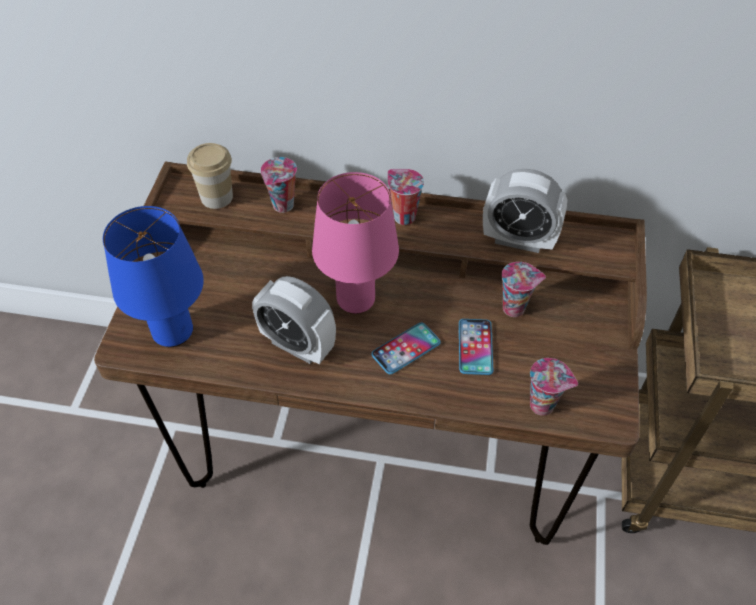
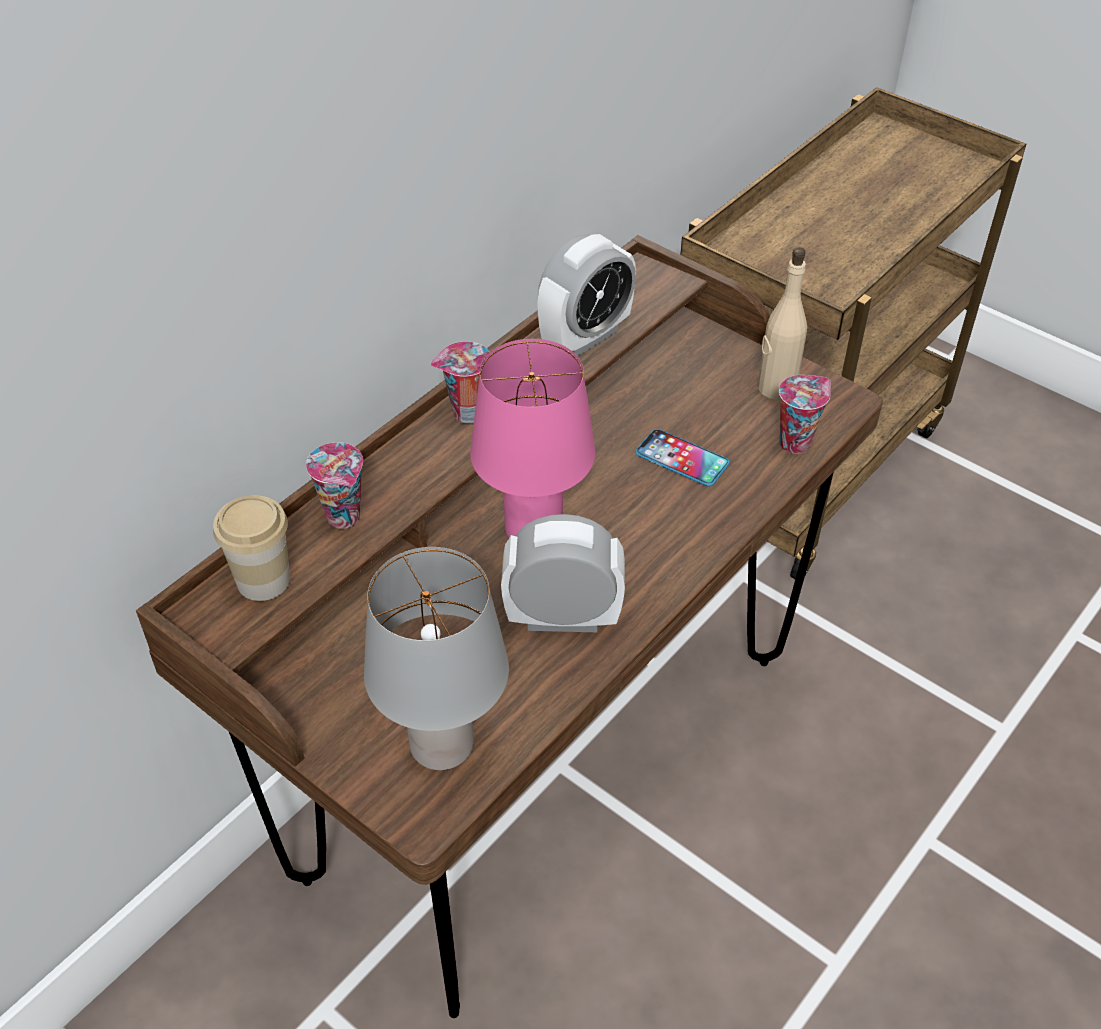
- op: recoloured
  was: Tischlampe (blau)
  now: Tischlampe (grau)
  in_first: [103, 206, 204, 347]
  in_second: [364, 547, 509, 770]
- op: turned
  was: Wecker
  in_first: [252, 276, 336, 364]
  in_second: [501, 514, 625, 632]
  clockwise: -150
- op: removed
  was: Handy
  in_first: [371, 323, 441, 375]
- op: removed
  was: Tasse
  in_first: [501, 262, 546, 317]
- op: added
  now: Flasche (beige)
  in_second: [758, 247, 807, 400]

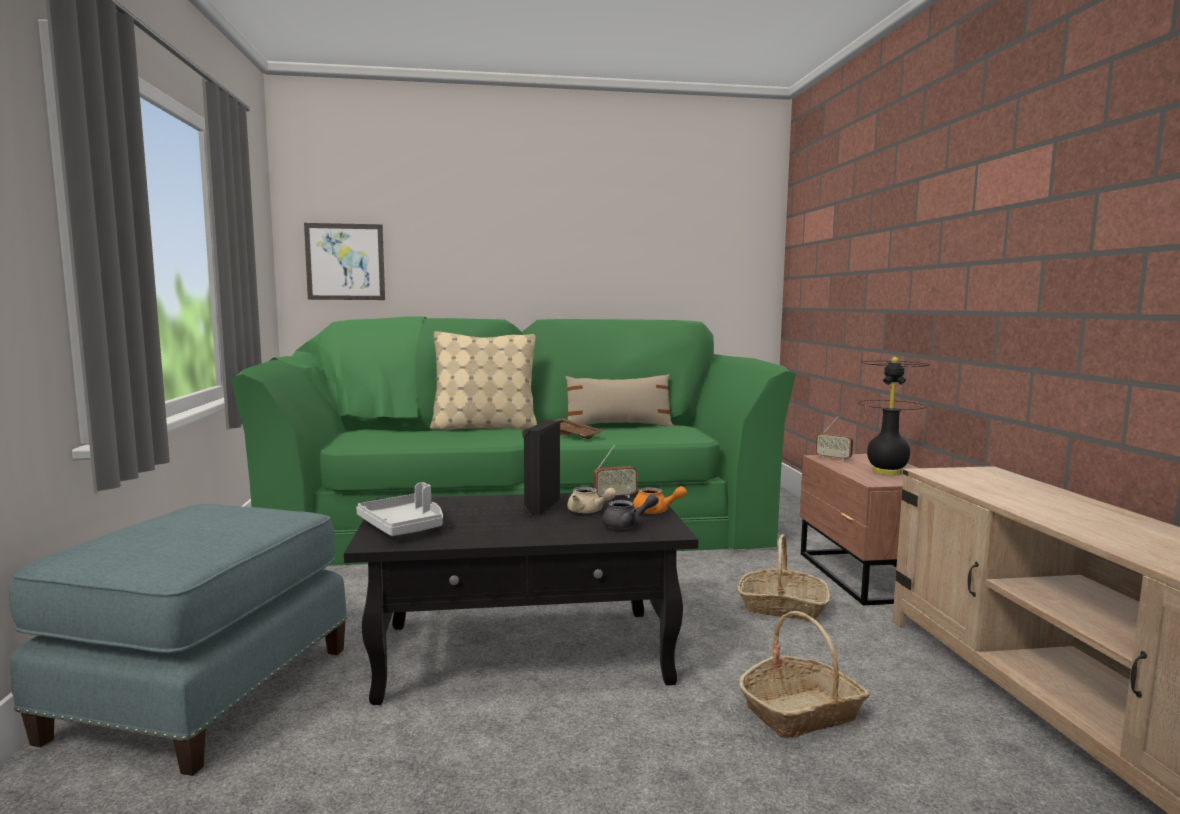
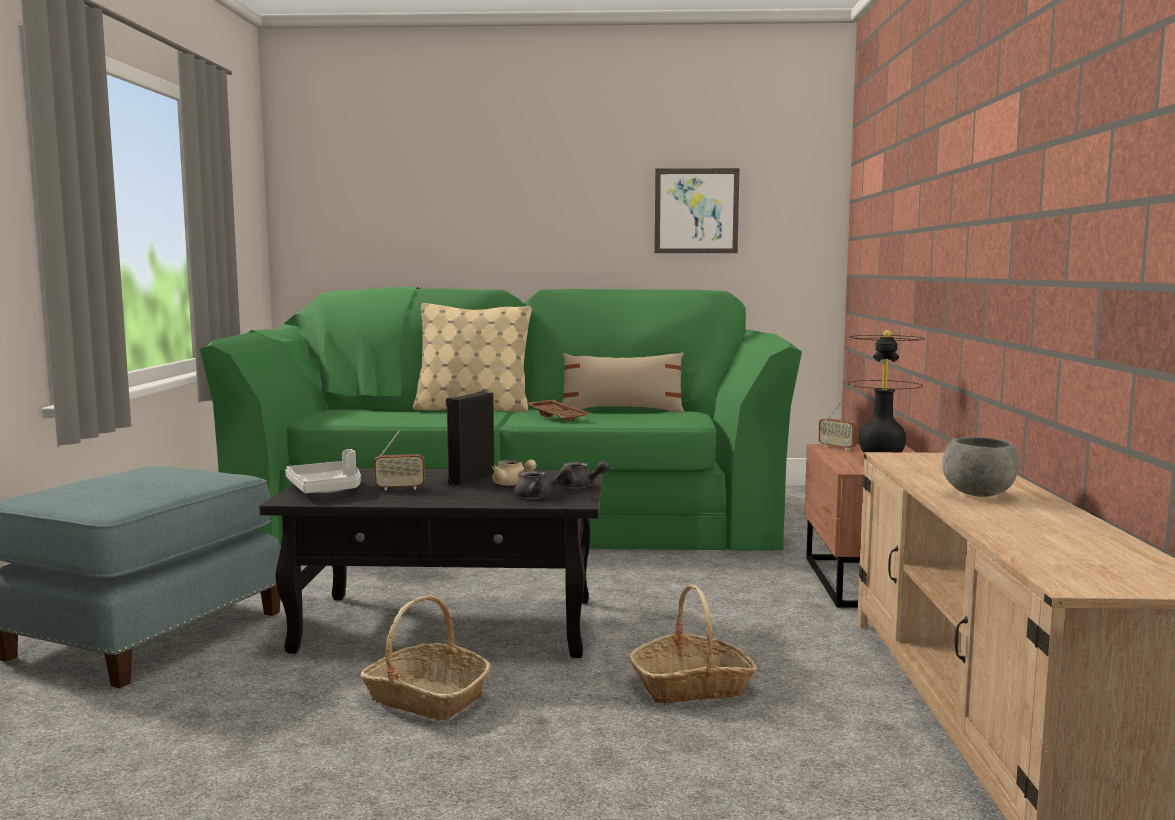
- op: moved
  was: Bild
  in_first: [304, 223, 385, 300]
  in_second: [655, 168, 740, 253]
- op: moved
  was: Radio
  in_first: [594, 444, 638, 498]
  in_second: [374, 429, 425, 491]
- op: recoloured
  was: Teekanne (orange)
  now: Teekanne (grau)
  in_first: [633, 486, 687, 514]
  in_second: [558, 461, 610, 489]
- op: moved
  was: Korb
  in_first: [738, 534, 830, 621]
  in_second: [361, 595, 491, 720]
- op: added
  now: Schüssel (grau)
  in_second: [942, 437, 1019, 497]

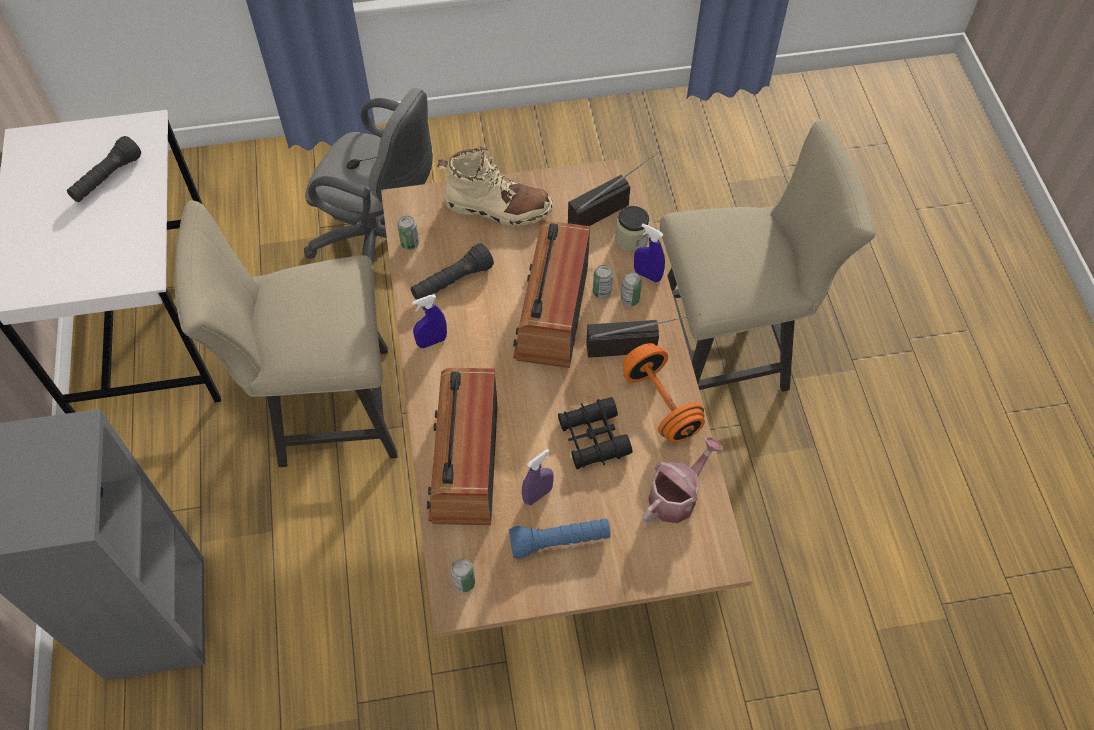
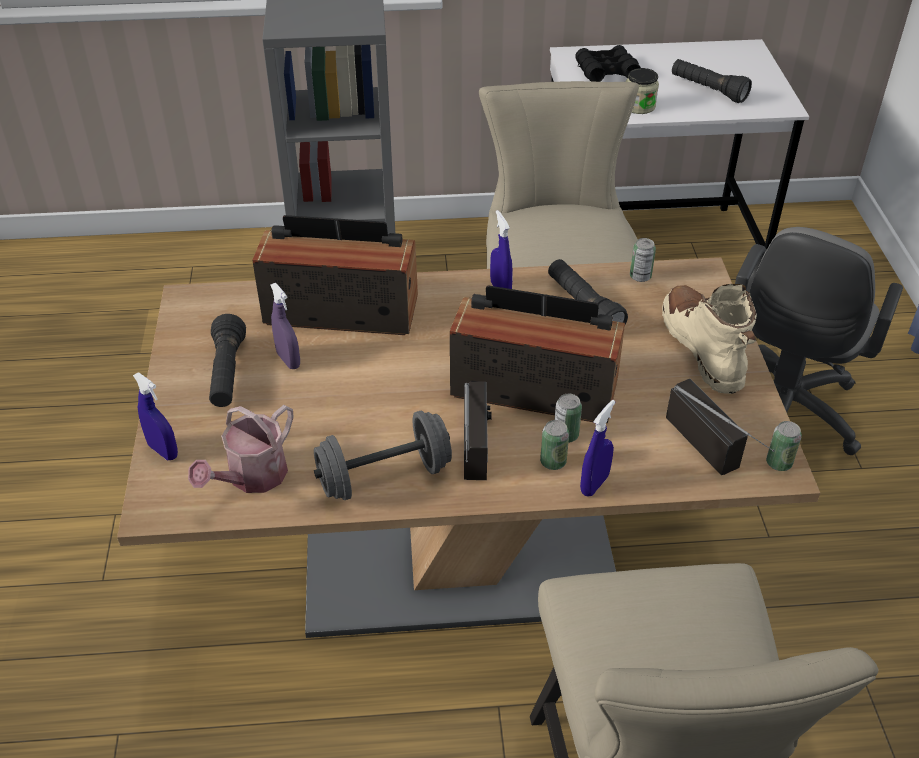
- op: turned
  was: Stiefel (beige)
  in_first: [437, 147, 553, 226]
  in_second: [662, 284, 757, 394]
  clockwise: 150
- op: moved
  was: Dose
  in_first: [451, 559, 475, 592]
  in_second: [766, 421, 802, 471]
- op: recoloured
  was: Taschenlampe (blau)
  now: Taschenlampe (schwarz)
  in_first: [509, 518, 611, 559]
  in_second: [209, 314, 246, 407]
- op: moved
  was: Fernglas (schwarz)
  in_first: [558, 397, 632, 469]
  in_second: [575, 45, 641, 82]
- op: moved
  was: Vorratsglas
  in_first: [615, 206, 650, 252]
  in_second: [626, 68, 659, 114]
- op: recoloured
  was: Hantel (orange)
  now: Hantel (grau)
  in_first: [623, 343, 705, 443]
  in_second: [314, 411, 452, 500]
- op: turned
  was: Gießkanne
  in_first: [642, 437, 723, 523]
  in_second: [188, 405, 294, 493]
  clockwise: 75
- op: added
  now: Sprühflasche (blau)
  in_second: [133, 373, 178, 460]

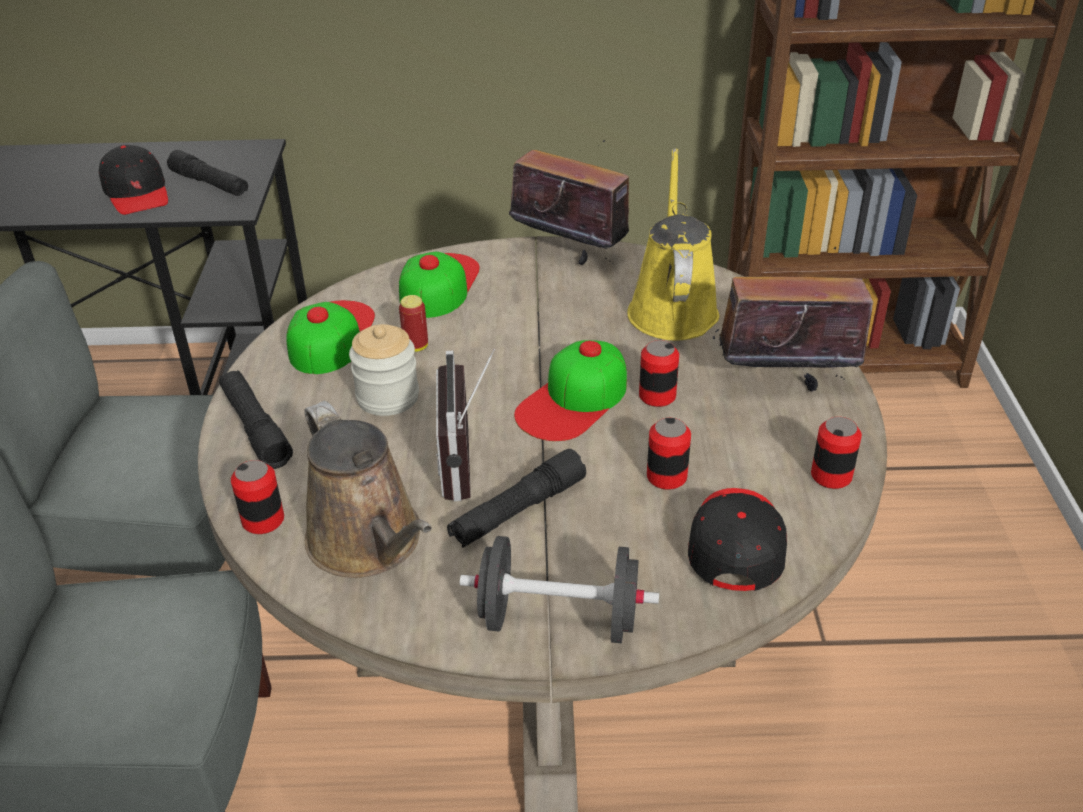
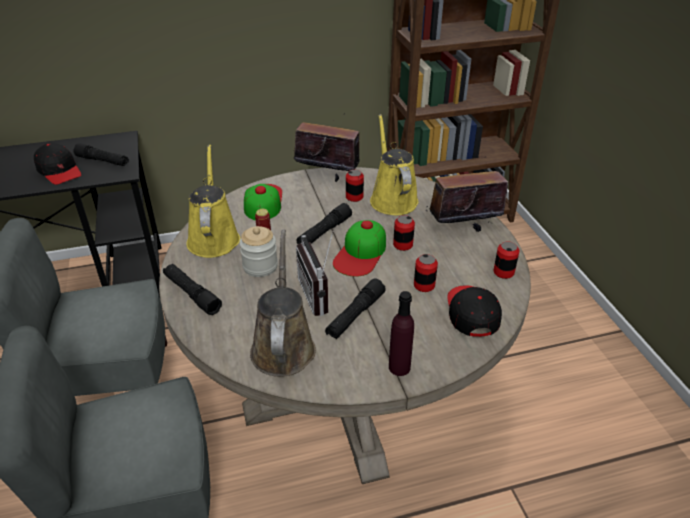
- op: moved
  was: Dose
  in_first: [231, 460, 284, 534]
  in_second: [346, 170, 364, 202]
- op: replaced
  was: Kappe
  now: Gießkanne (gelb)
  in_first: [286, 300, 375, 374]
  in_second: [186, 145, 240, 258]
- op: turned
  was: Gießkanne (braun)
  in_first: [304, 401, 432, 578]
  in_second: [250, 229, 316, 377]
  clockwise: -135
- op: replaced
  was: Hantel (schwarz)
  now: Flasche (lila)
  in_first: [460, 536, 659, 644]
  in_second: [389, 291, 414, 376]
- op: added
  now: Taschenlampe (schwarz)
  in_second: [296, 203, 352, 244]

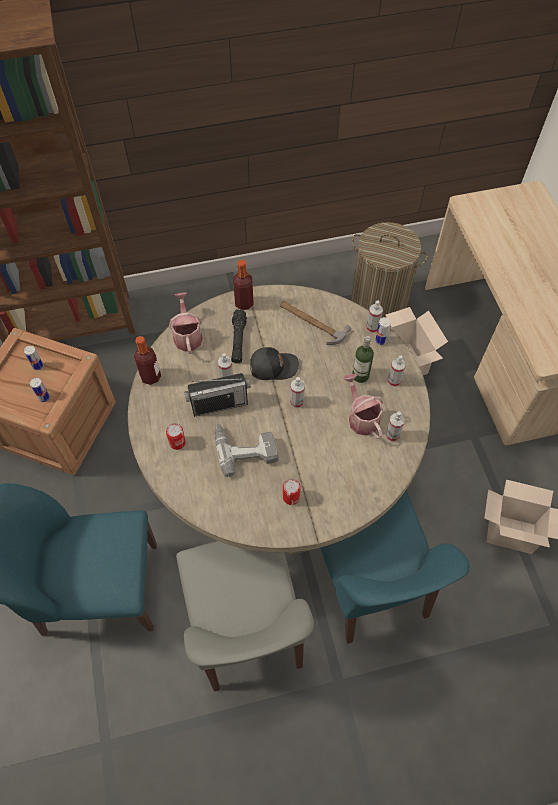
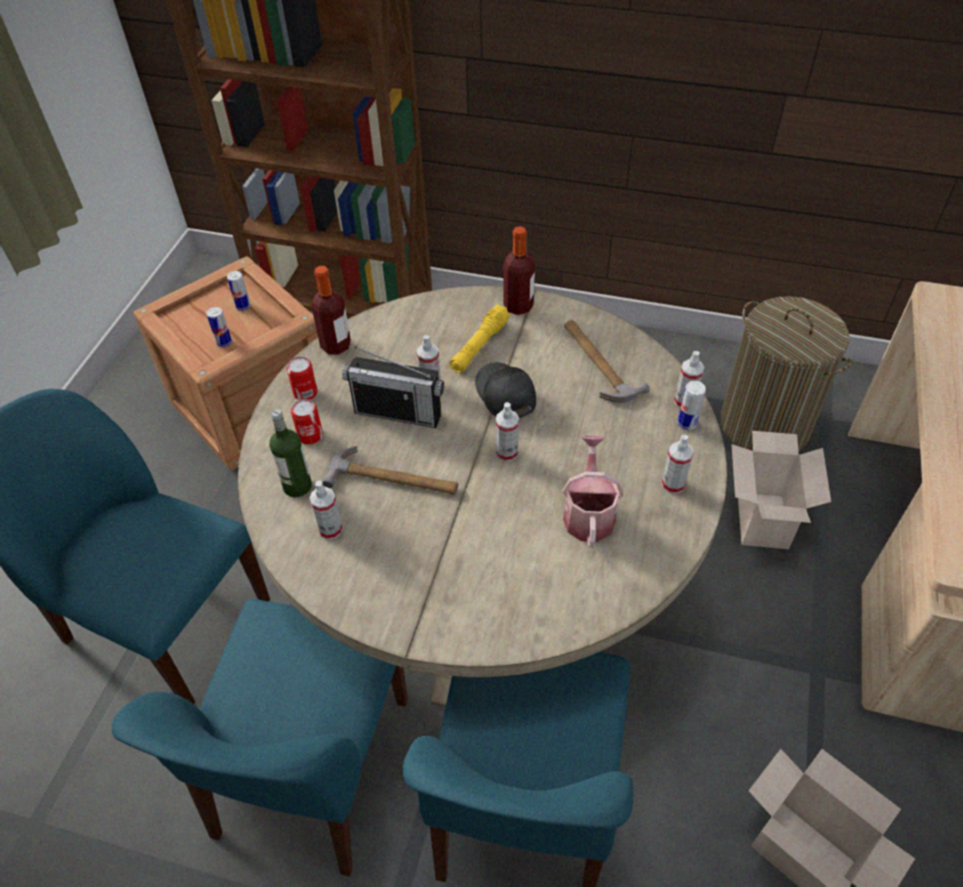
- op: removed
  was: Gießkanne
  in_first: [169, 292, 203, 354]
- op: recoloured
  was: Stuhl (grau)
  now: Stuhl (blau)
  in_first: [176, 541, 314, 692]
  in_second: [112, 599, 408, 877]
- op: replaced
  was: Bohrmaschine
  now: Hammer
  in_first: [214, 423, 279, 477]
  in_second: [322, 446, 458, 494]
- op: recoloured
  was: Taschenlampe (schwarz)
  now: Taschenlampe (gelb)
  in_first: [231, 309, 247, 363]
  in_second: [450, 304, 510, 373]
- op: turned
  was: Kappe (schwarz)
  in_first: [250, 347, 299, 380]
  in_second: [475, 362, 536, 418]
  clockwise: -135
- op: moved
  was: Dose
  in_first: [283, 479, 301, 505]
  in_second: [287, 357, 318, 400]
- op: moved
  was: Flasche
  in_first: [352, 336, 374, 383]
  in_second: [269, 409, 312, 497]
- op: moved
  was: Sprühflasche
  in_first: [385, 411, 405, 442]
  in_second: [309, 480, 343, 540]

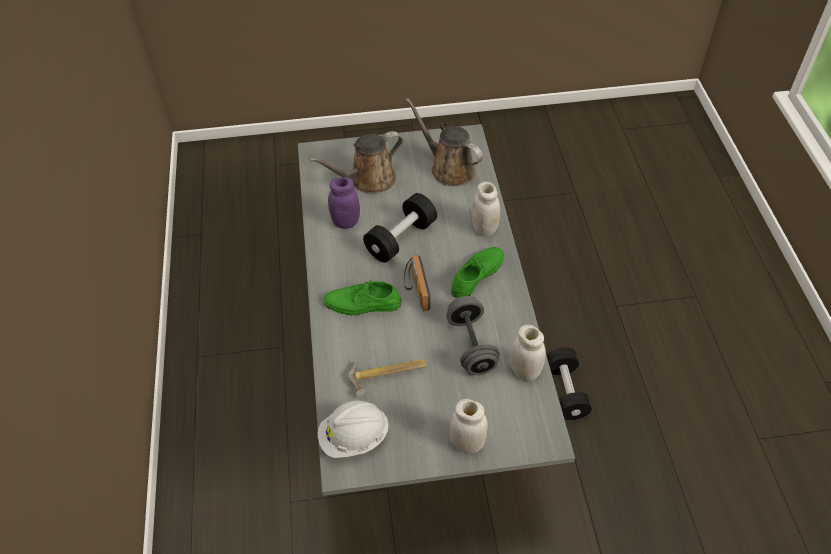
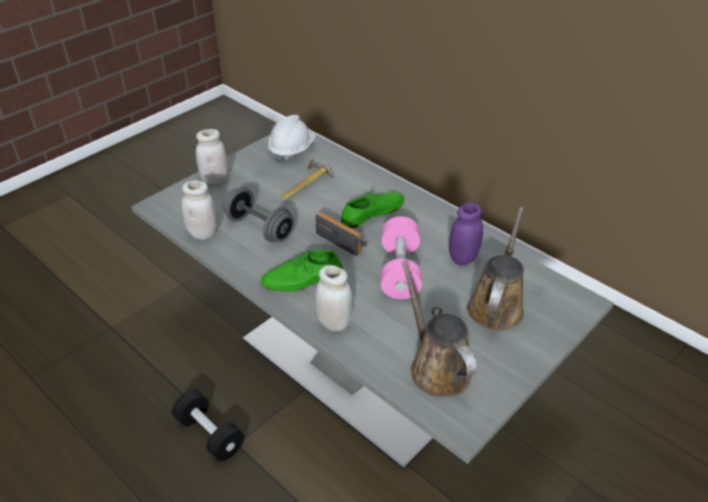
- op: recoloured
  was: Hantel (schwarz)
  now: Hantel (rosa)
  in_first: [363, 193, 437, 263]
  in_second: [381, 216, 422, 299]
- op: turned
  was: Gießkanne (braun)
  in_first: [406, 98, 483, 186]
  in_second: [402, 261, 477, 397]
  clockwise: -120
- op: turned
  was: Schuh (grün)
  in_first: [451, 247, 504, 298]
  in_second: [261, 249, 343, 292]
  clockwise: 75

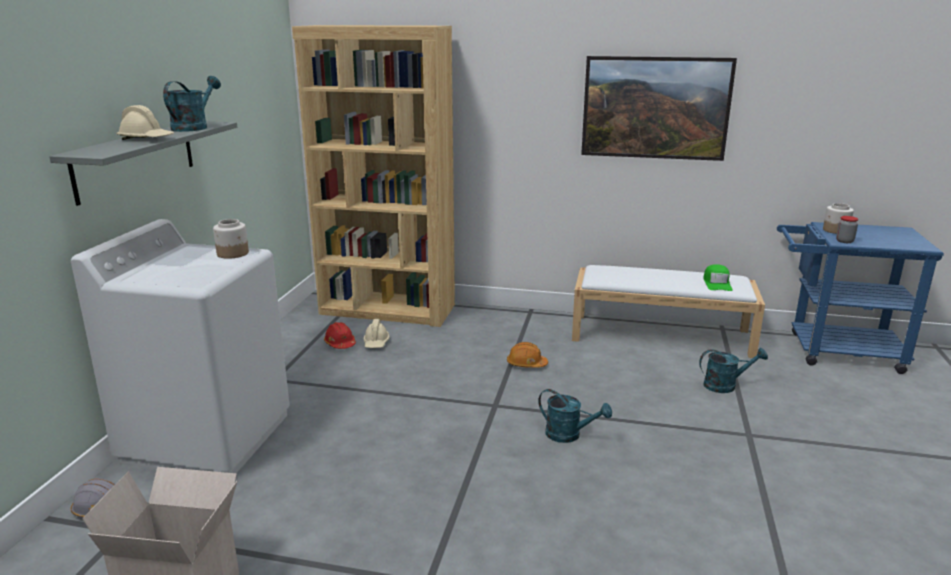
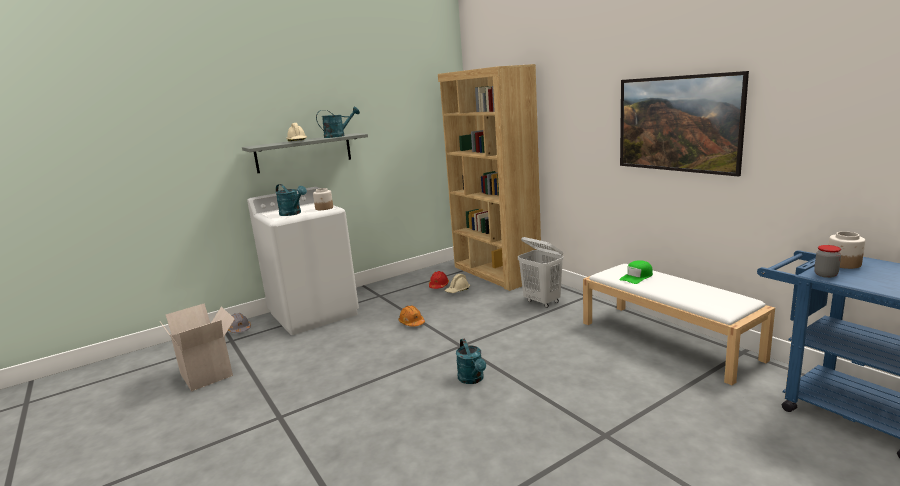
- op: moved
  was: Schutzhelm (orange)
  in_first: [507, 342, 548, 368]
  in_second: [399, 306, 425, 327]
- op: moved
  was: Gießkanne (türkis)
  in_first: [699, 348, 768, 393]
  in_second: [276, 184, 307, 216]
- op: moved
  was: Kappe (grün)
  in_first: [703, 264, 732, 291]
  in_second: [619, 260, 653, 284]
- op: added
  now: Wäschekorb (weiß)
  in_second: [518, 237, 564, 308]

